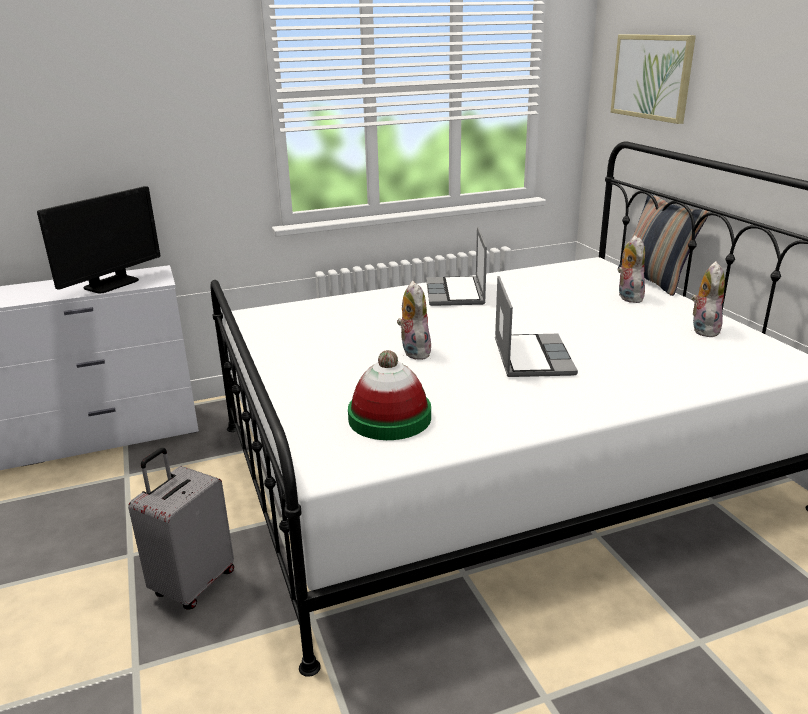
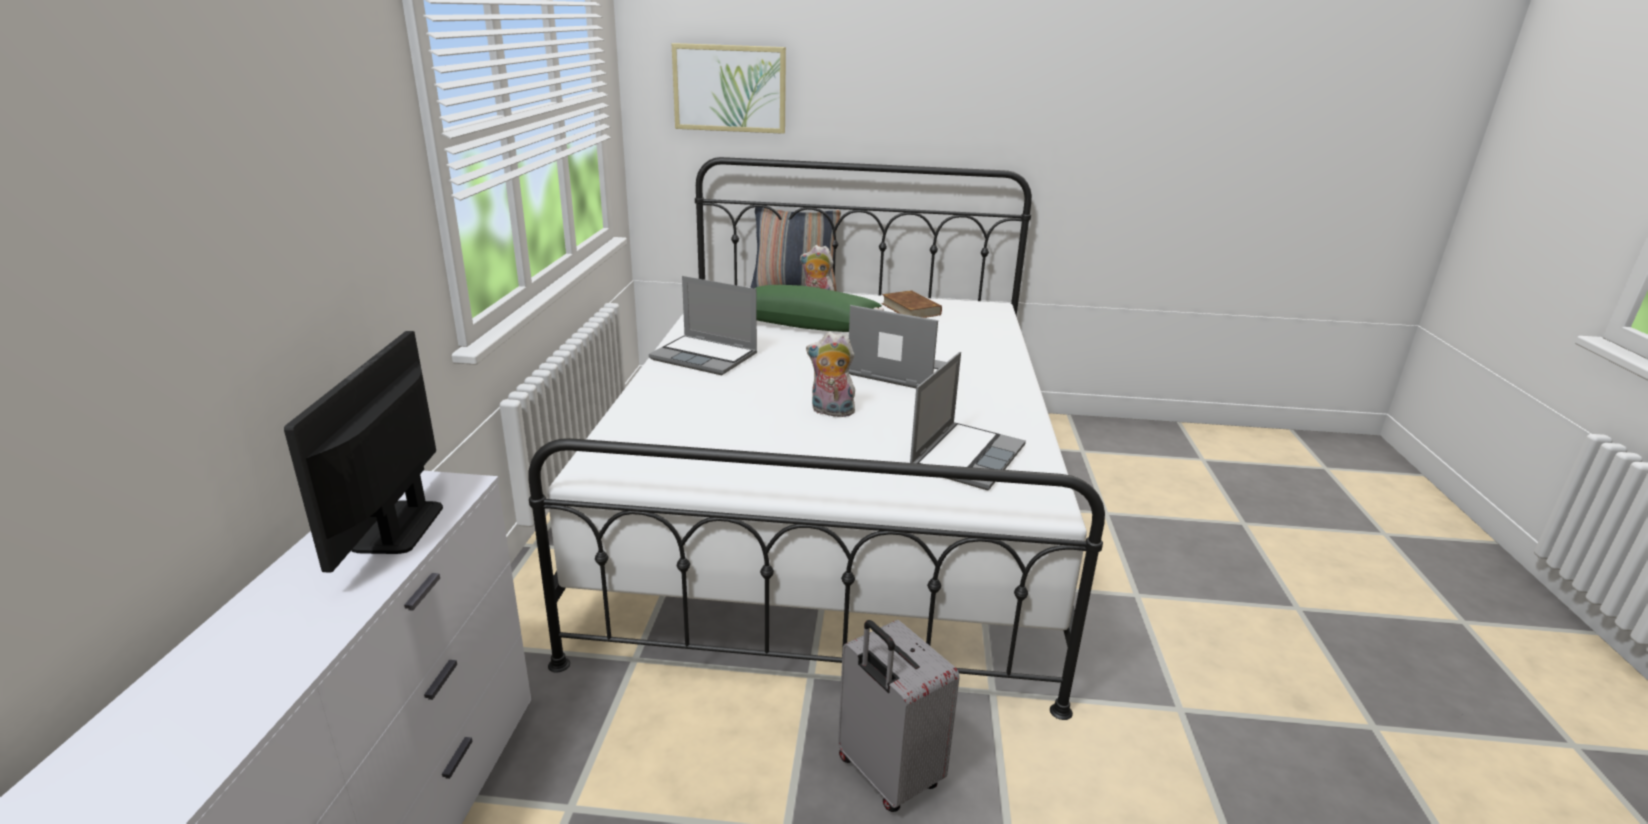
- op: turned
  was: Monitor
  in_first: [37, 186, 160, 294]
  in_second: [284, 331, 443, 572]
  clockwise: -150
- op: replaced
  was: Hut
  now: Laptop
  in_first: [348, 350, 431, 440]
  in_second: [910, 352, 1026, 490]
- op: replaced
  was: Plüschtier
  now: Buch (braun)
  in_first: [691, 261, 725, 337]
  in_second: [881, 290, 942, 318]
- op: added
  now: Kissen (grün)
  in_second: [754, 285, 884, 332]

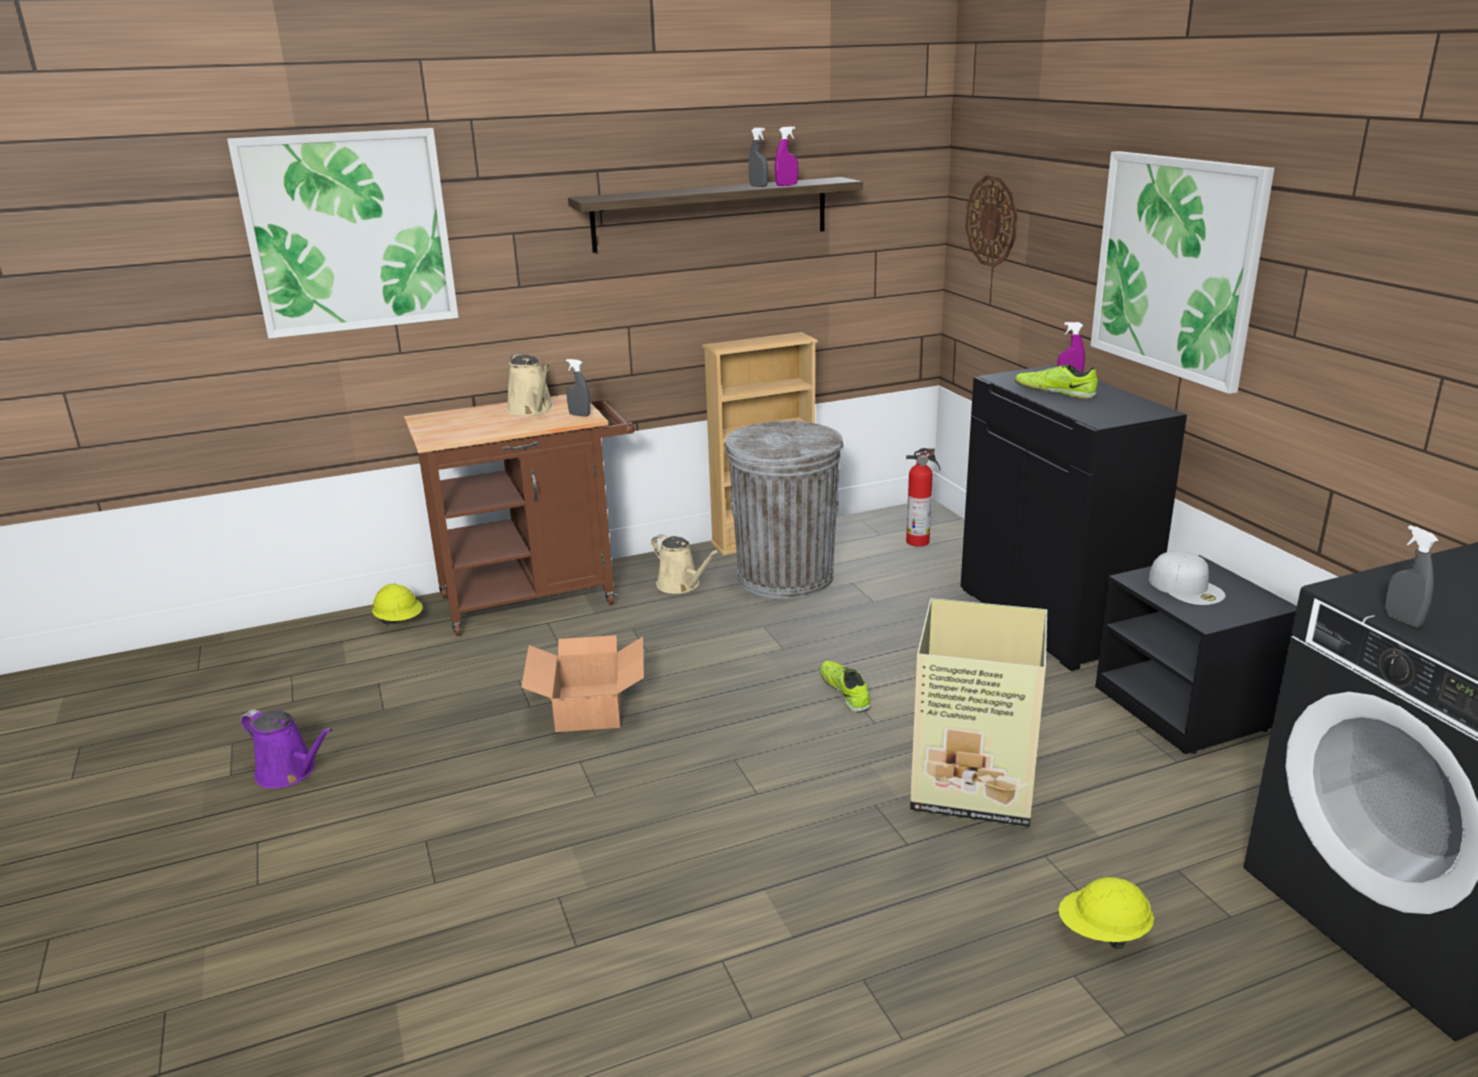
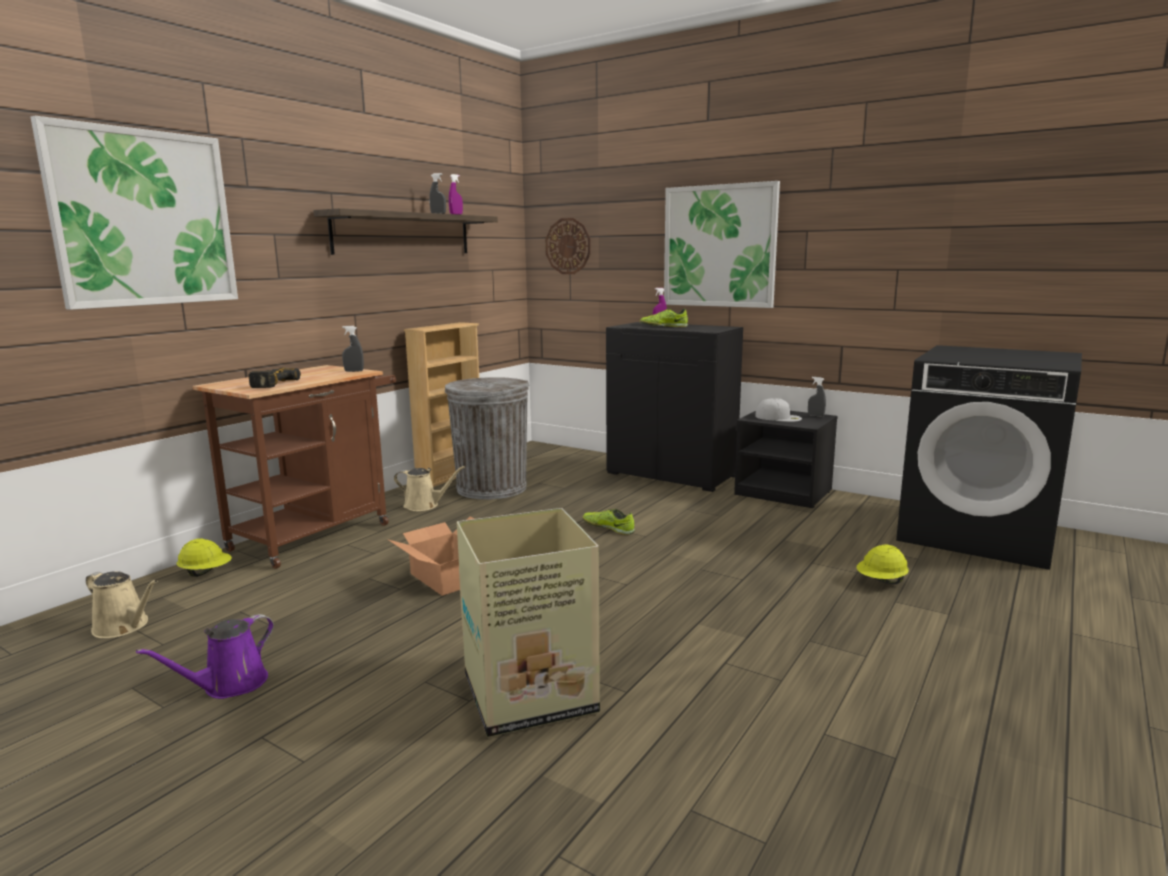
- op: turned
  was: Gießkanne (lila)
  in_first: [241, 709, 332, 789]
  in_second: [136, 614, 274, 699]
  clockwise: 135
- op: moved
  was: Gießkanne (beige)
  in_first: [507, 354, 554, 416]
  in_second: [86, 571, 158, 638]
- op: removed
  was: Feuerlöscher
  in_first: [906, 448, 940, 547]
- op: moved
  was: Karton
  in_first: [910, 598, 1047, 827]
  in_second: [457, 508, 600, 737]
- op: moved
  was: Sprühflasche (grau)
  in_first: [1385, 525, 1438, 628]
  in_second: [808, 377, 826, 417]
- op: added
  now: Bohrmaschine
  in_second: [248, 367, 301, 388]

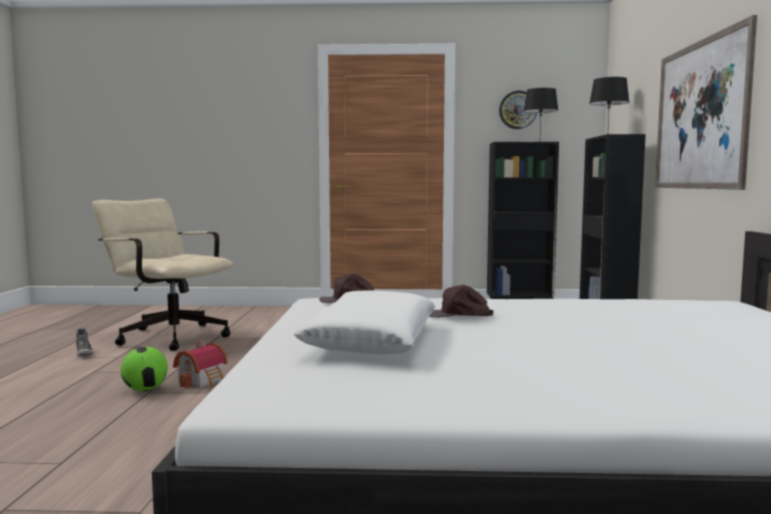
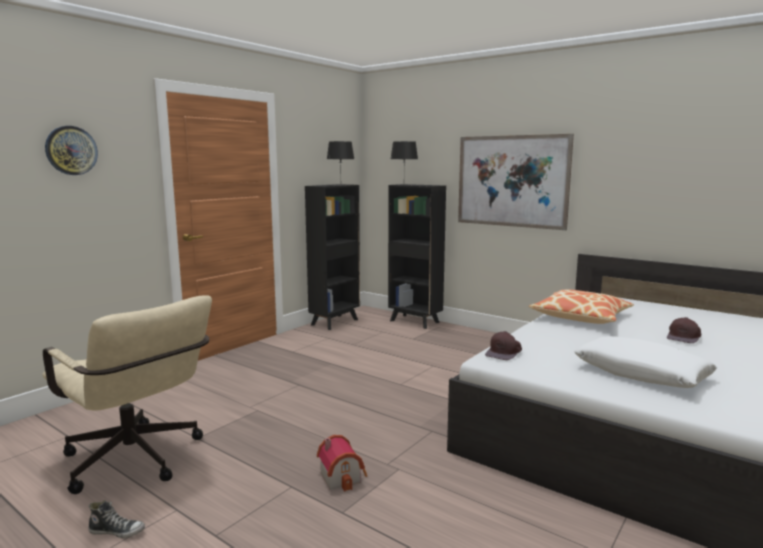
- op: turned
  was: Bürostuhl (beige)
  in_first: [92, 198, 233, 351]
  in_second: [42, 296, 212, 494]
  clockwise: -120
- op: removed
  was: Fußball
  in_first: [121, 347, 168, 391]
- op: moved
  was: Kappe (braun)
  in_first: [429, 285, 493, 317]
  in_second: [667, 317, 701, 343]
- op: moved
  was: Wanduhr
  in_first: [499, 91, 537, 129]
  in_second: [45, 126, 98, 175]
- op: added
  now: Kissen
  in_second: [529, 290, 634, 324]

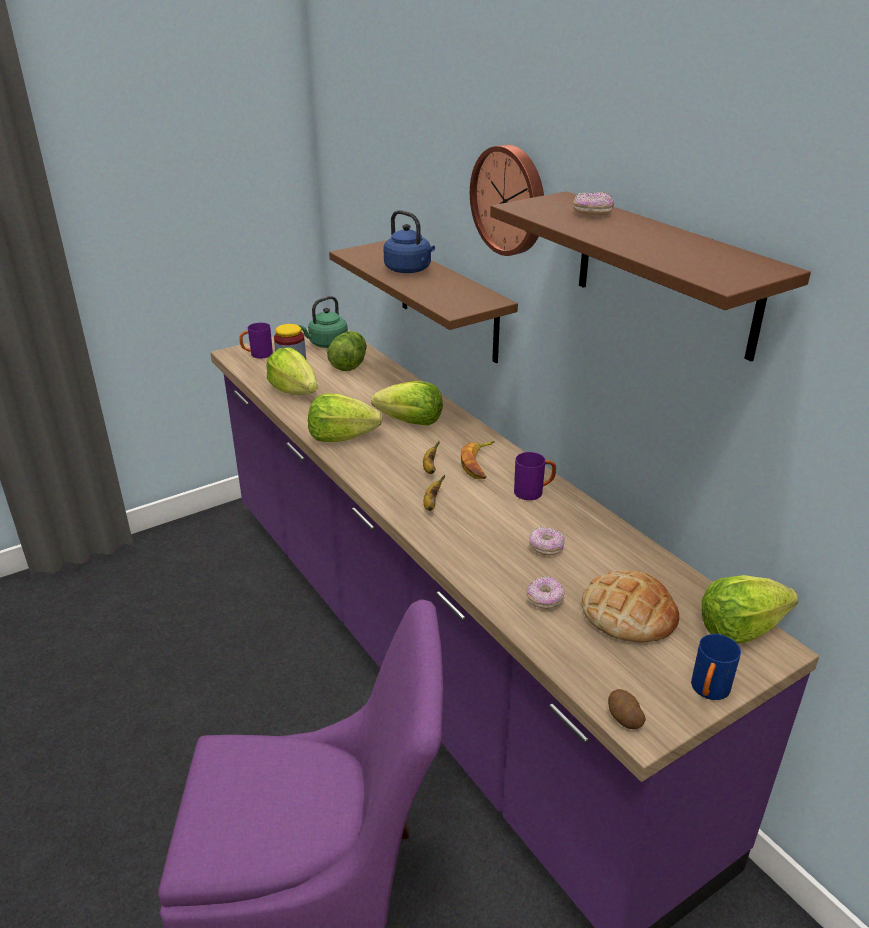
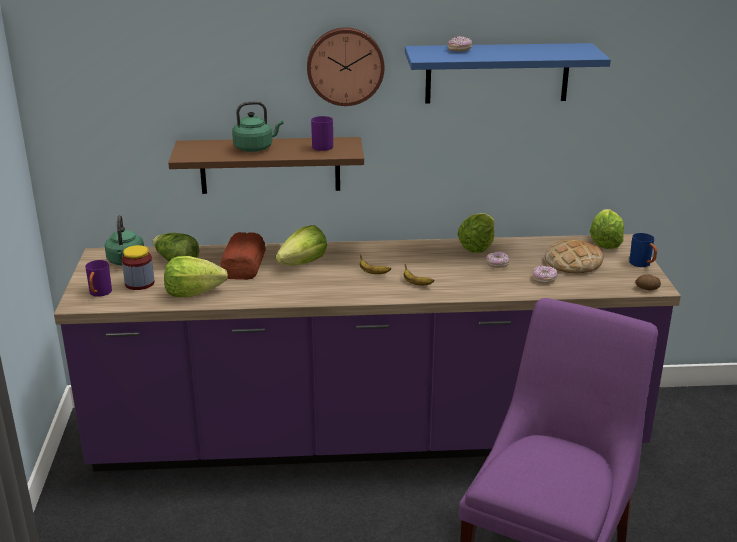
- op: moved
  was: Salatkopf
  in_first: [308, 394, 383, 442]
  in_second: [457, 213, 495, 253]
- op: recoloured
  was: Wasserkessel (blau)
  now: Wasserkessel (grün)
  in_first: [383, 210, 435, 273]
  in_second: [232, 101, 283, 152]
- op: removed
  was: Banane
  in_first: [461, 441, 495, 479]
- op: recoloured
  was: Wandregal (braun)
  now: Wandregal (blau)
  in_first: [490, 191, 811, 361]
  in_second: [405, 43, 611, 104]
- op: moved
  was: Henkelbecher (lila)
  in_first: [514, 452, 556, 500]
  in_second: [311, 116, 333, 151]
- op: added
  now: Brot
  in_second: [220, 232, 266, 280]

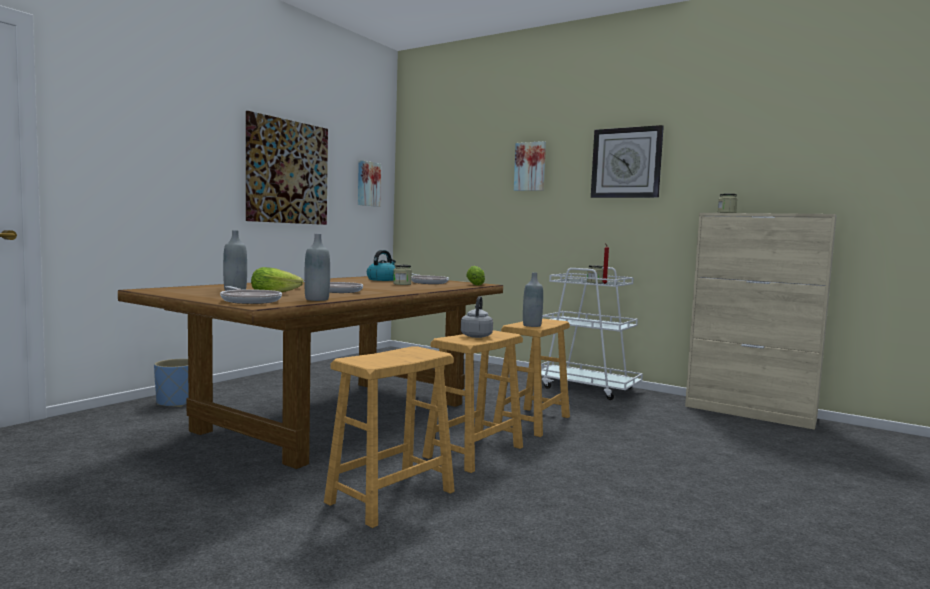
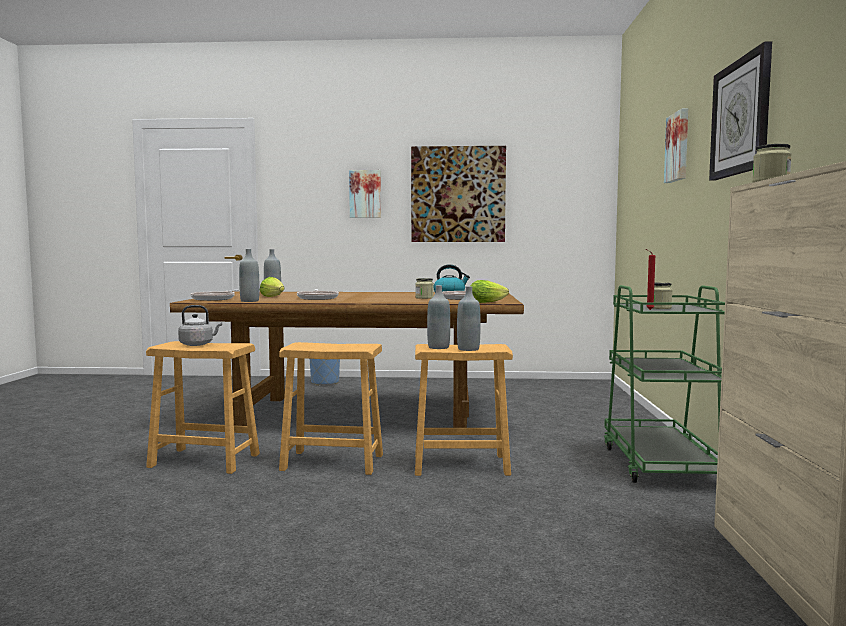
- op: moved
  was: Bild
  in_first: [358, 160, 381, 207]
  in_second: [349, 170, 381, 218]
- op: moved
  was: Wasserkessel (grau)
  in_first: [461, 296, 493, 338]
  in_second: [178, 305, 222, 346]
- op: recoloured
  was: Rollwagen (weiß)
  now: Rollwagen (grün)
  in_first: [541, 267, 643, 400]
  in_second: [604, 285, 725, 483]
- op: added
  now: Flasche (grau)
  in_second: [457, 286, 481, 351]

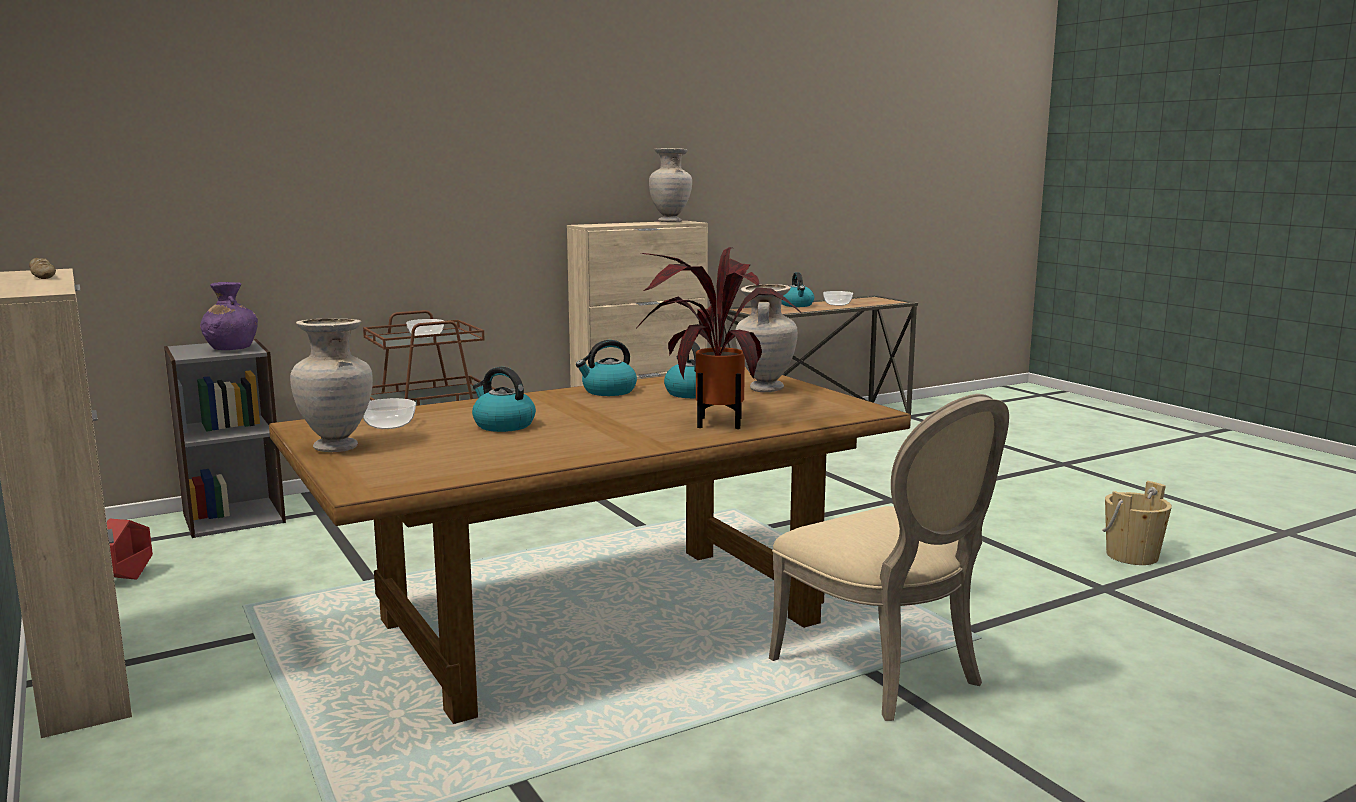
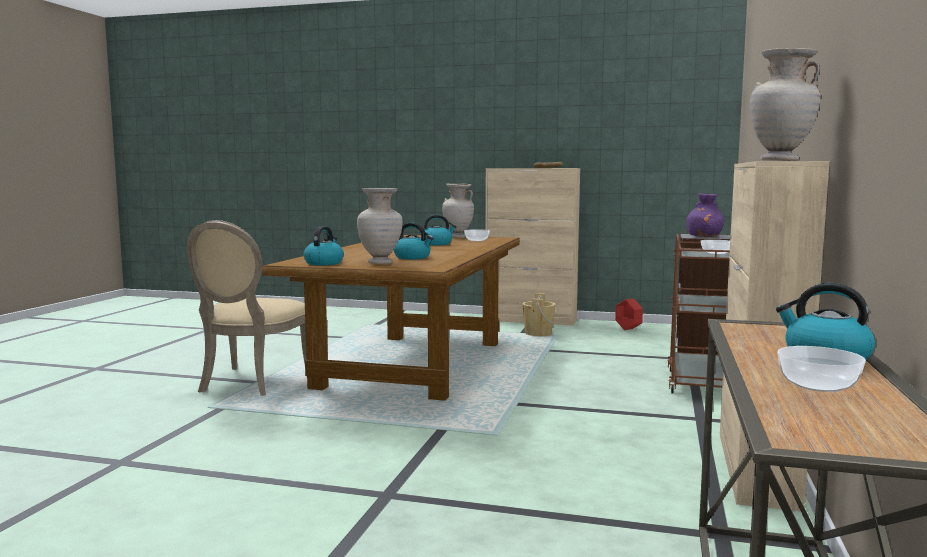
- op: moved
  was: Wasserkessel
  in_first: [576, 340, 637, 396]
  in_second: [303, 226, 344, 265]
- op: removed
  was: Topfpflanze
  in_first: [636, 247, 801, 429]
- op: turned
  was: Stuhl (beige)
  in_first: [769, 394, 1009, 721]
  in_second: [187, 220, 306, 396]
  clockwise: -90
- op: moved
  was: Eimer (beige)
  in_first: [1103, 481, 1172, 565]
  in_second: [522, 293, 556, 336]

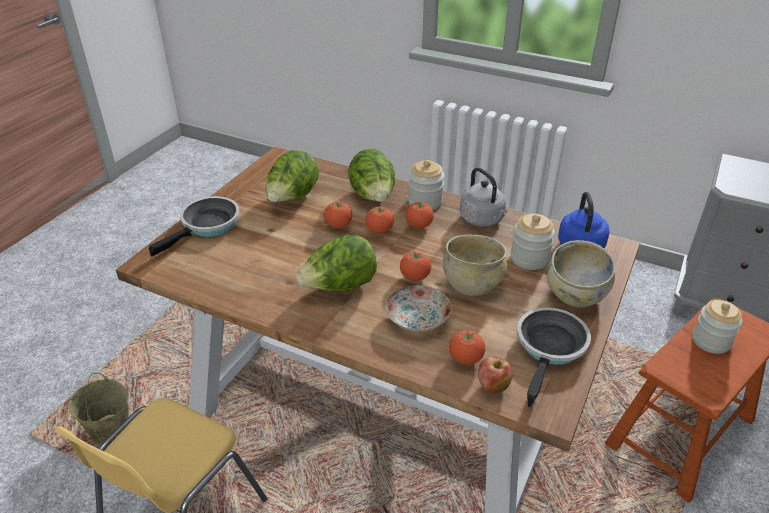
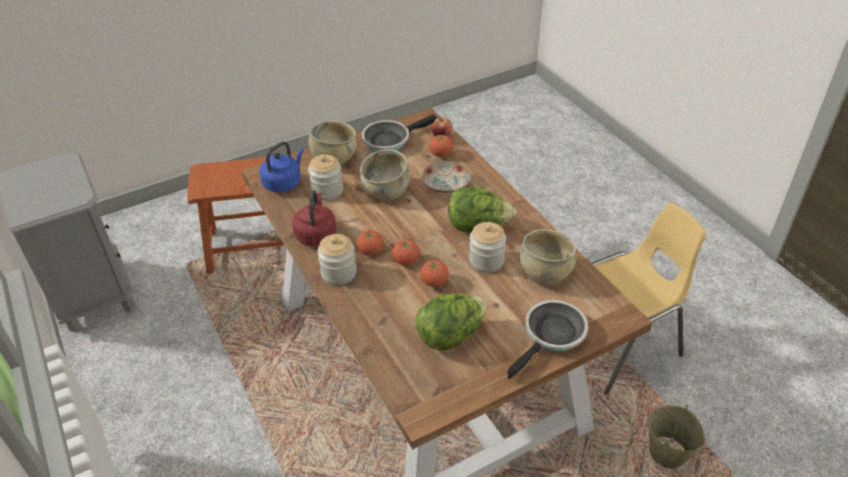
- op: turned
  was: Pfanne
  in_first: [149, 196, 240, 257]
  in_second: [508, 300, 588, 379]
  clockwise: 150
- op: removed
  was: Salatkopf
  in_first: [348, 149, 395, 202]
- op: removed
  was: Tomate
  in_first: [400, 251, 431, 281]
- op: recoloured
  was: Wasserkessel (grau)
  now: Wasserkessel (rot)
  in_first: [460, 167, 507, 226]
  in_second: [292, 190, 336, 246]
- op: moved
  was: Vorratsglas
  in_first: [692, 300, 742, 354]
  in_second: [469, 222, 506, 273]
- op: added
  now: Schüssel (beige)
  in_second: [519, 229, 576, 285]

